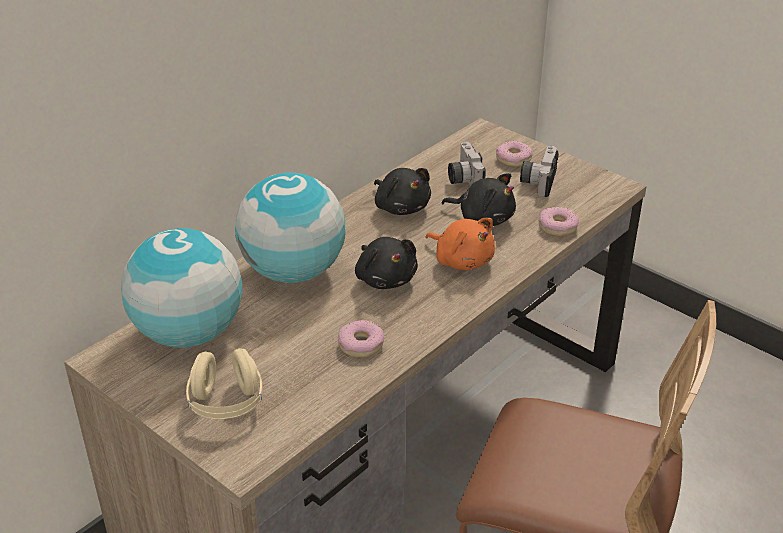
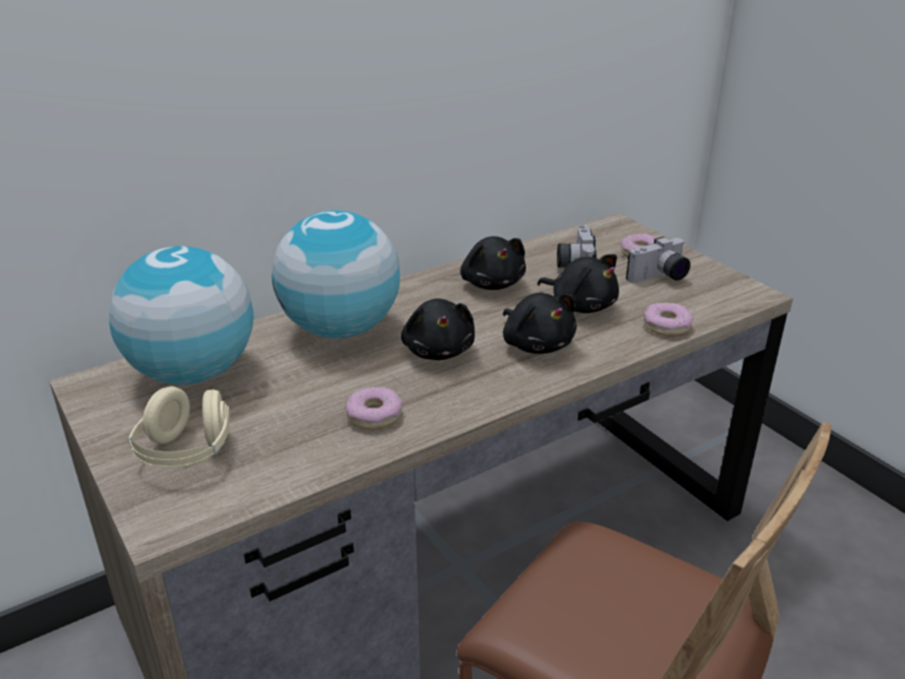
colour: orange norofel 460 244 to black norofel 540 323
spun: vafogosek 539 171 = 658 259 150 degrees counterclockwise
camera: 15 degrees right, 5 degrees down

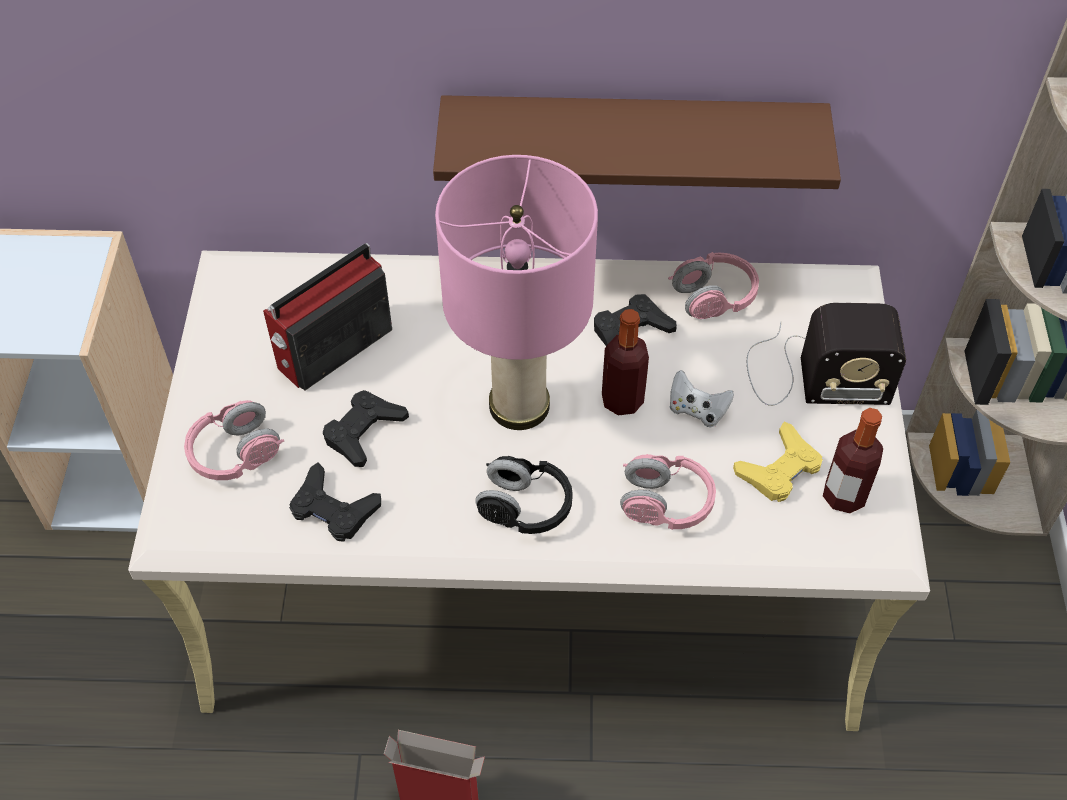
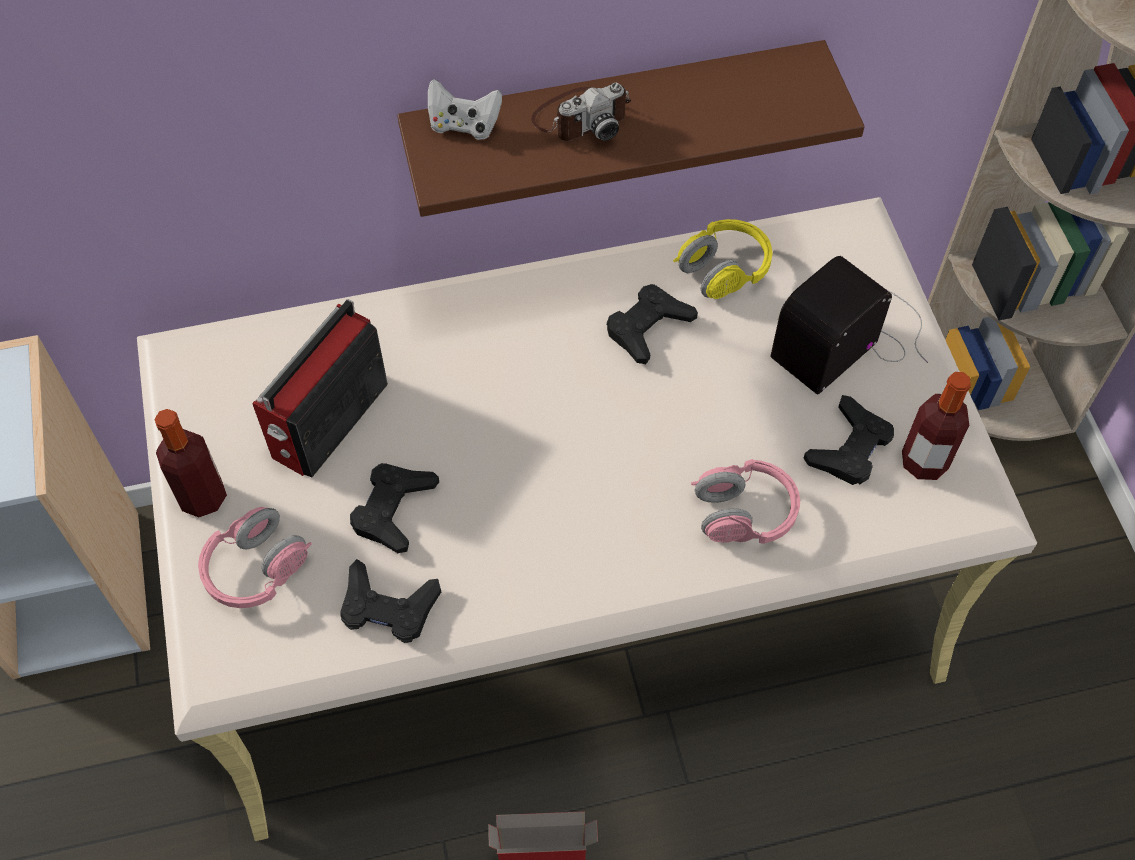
missing: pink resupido 516 292; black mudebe 524 495
appeared: vafogosek 581 112
relocated: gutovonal 625 362 to 191 463; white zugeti 702 398 to 465 109
colour: pink mudebe 713 285 to yellow mudebe 723 259; yellow zugeti 778 461 to black zugeti 849 440
spun: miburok 826 354 = 849 325 150 degrees clockwise
camera: 15 degrees left, 5 degrees up

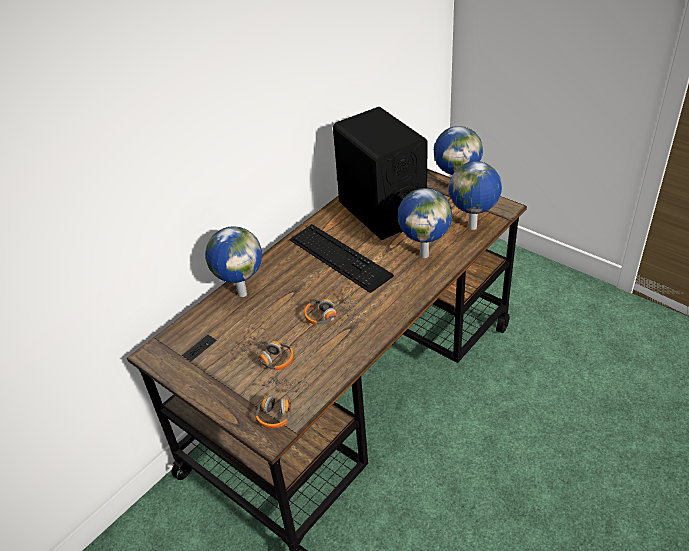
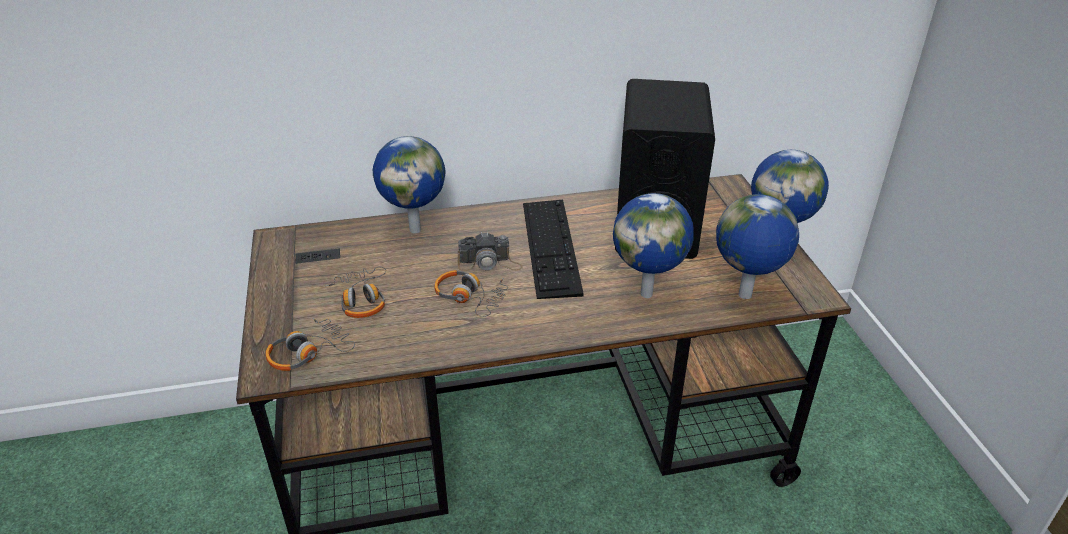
appeared: vafogosek 490 251
camera: 35 degrees right, 5 degrees down

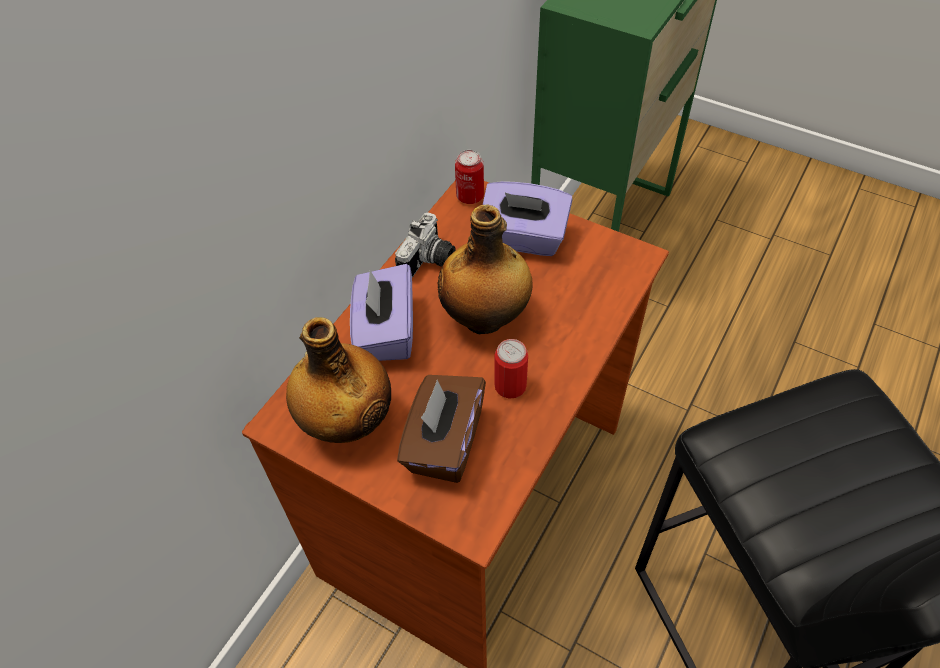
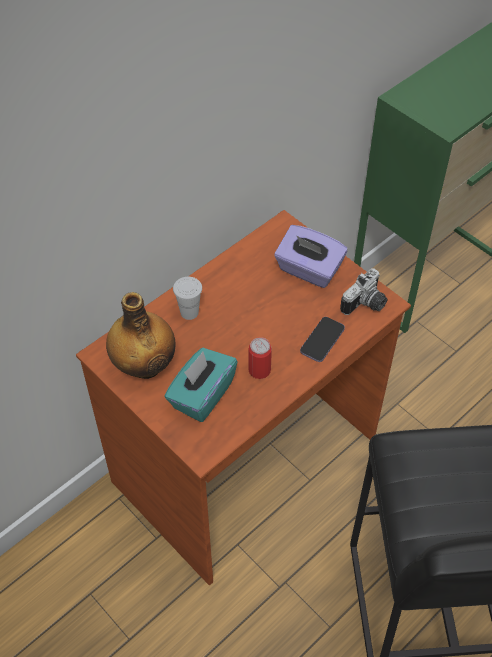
missing: gutovonal 484 270; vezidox 469 177
appeared: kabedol 322 339
relocated: vafogosek 425 245 to 363 292
exchanged: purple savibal 381 312 to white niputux 187 298
colour: brown savibal 441 429 to turquoise savibal 201 385
camera: 15 degrees right, 0 degrees up

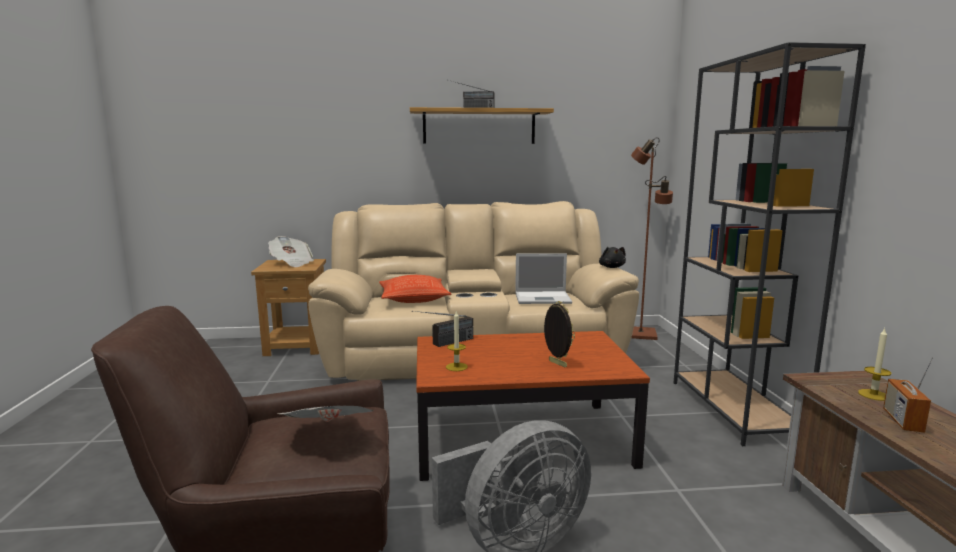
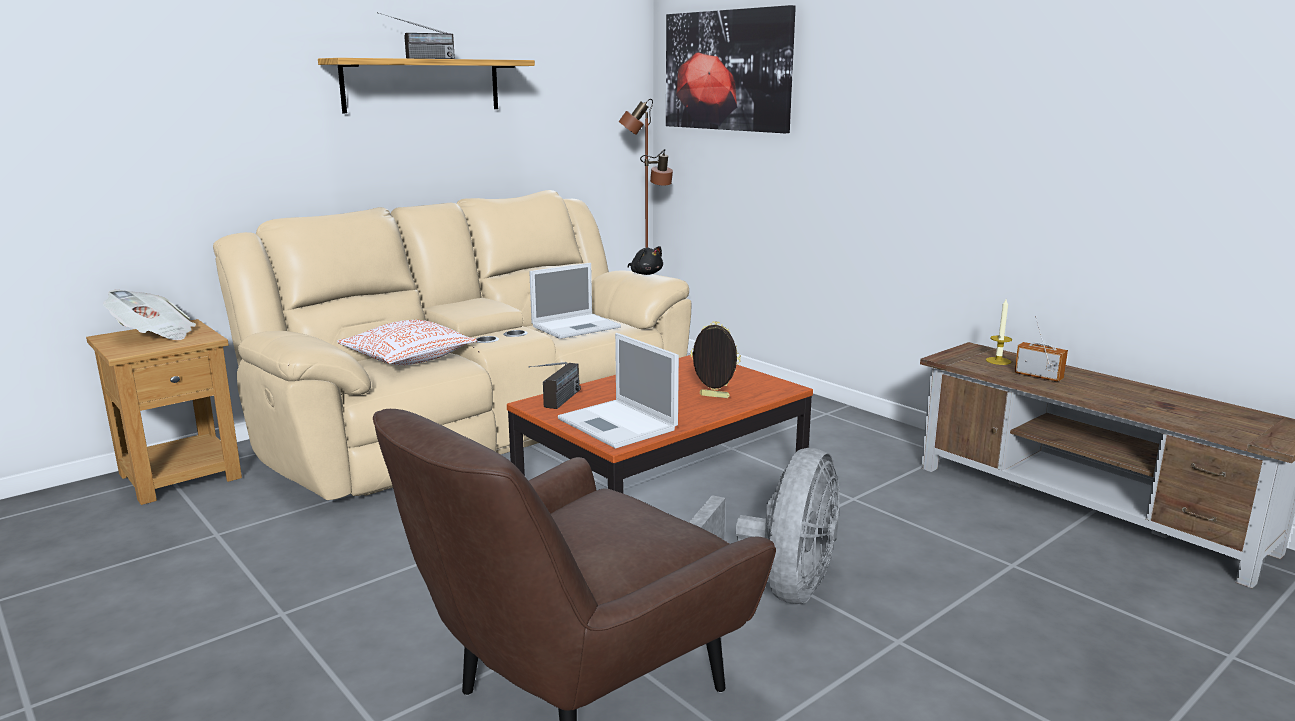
missing: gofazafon 325 414; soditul 770 244
appeared: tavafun 731 69
exchanged: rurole 457 341 to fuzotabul 618 391
colour: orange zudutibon 415 289 to white zudutibon 407 342
spun: miburok 908 395 = 1041 349 150 degrees clockwise
camera: 35 degrees left, 5 degrees up

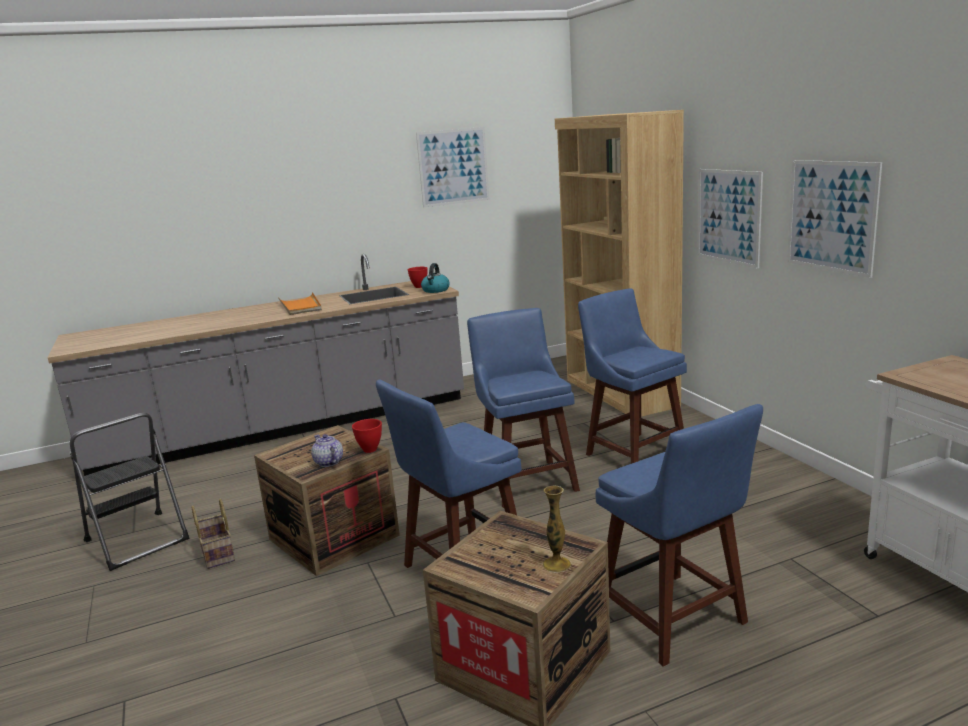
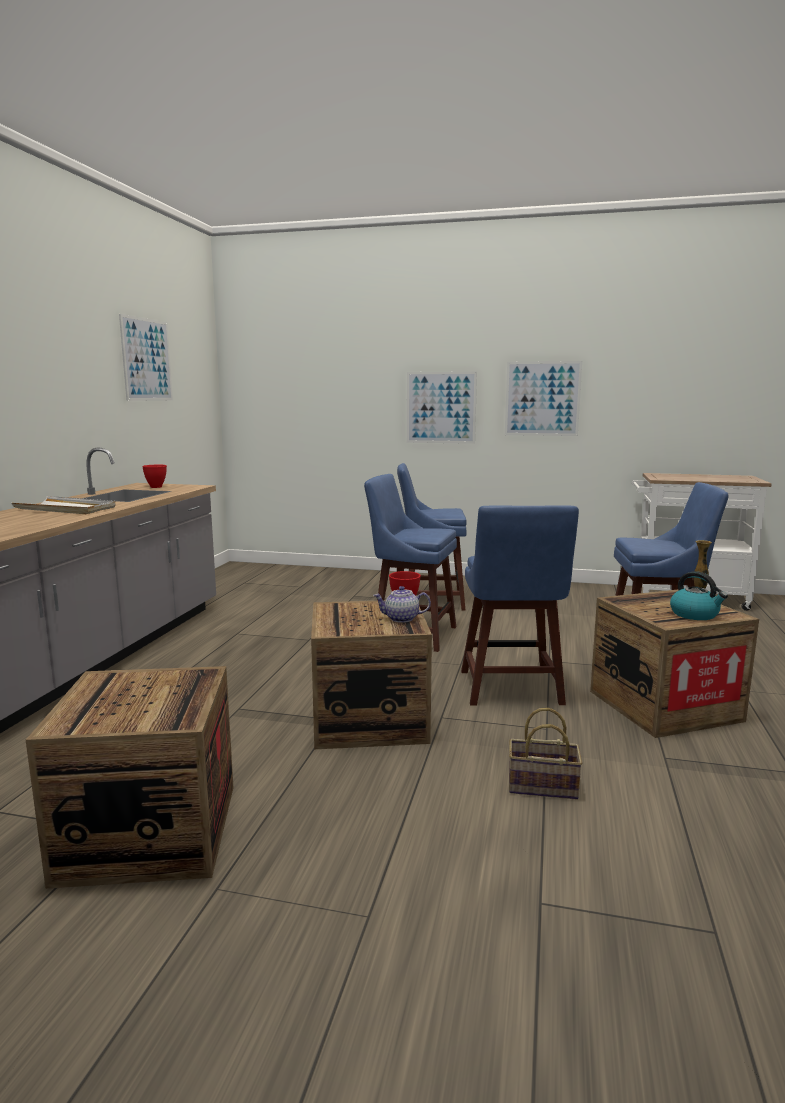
missing: brown soditul 619 263
relocated: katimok 213 533 to 545 754; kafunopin 435 278 to 699 595
exchanged: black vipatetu 129 492 to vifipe 130 777
colour: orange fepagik 300 303 to white fepagik 63 505
camera: 55 degrees left, 5 degrees down

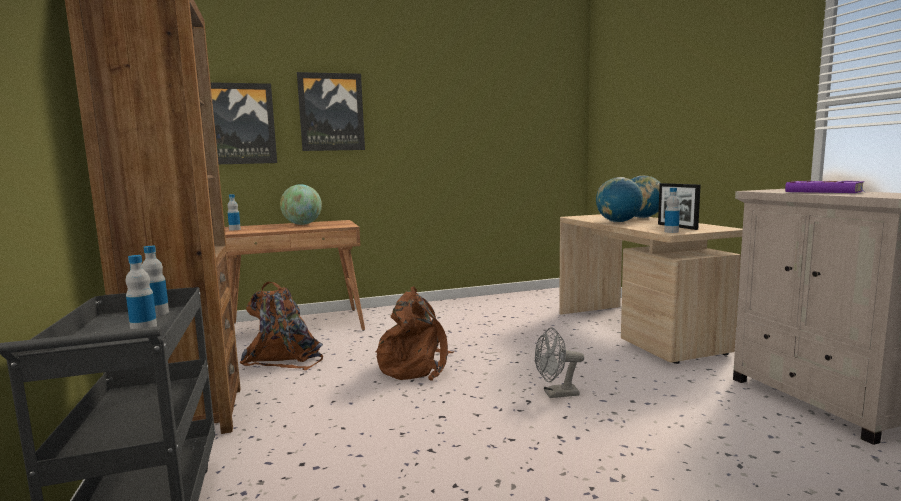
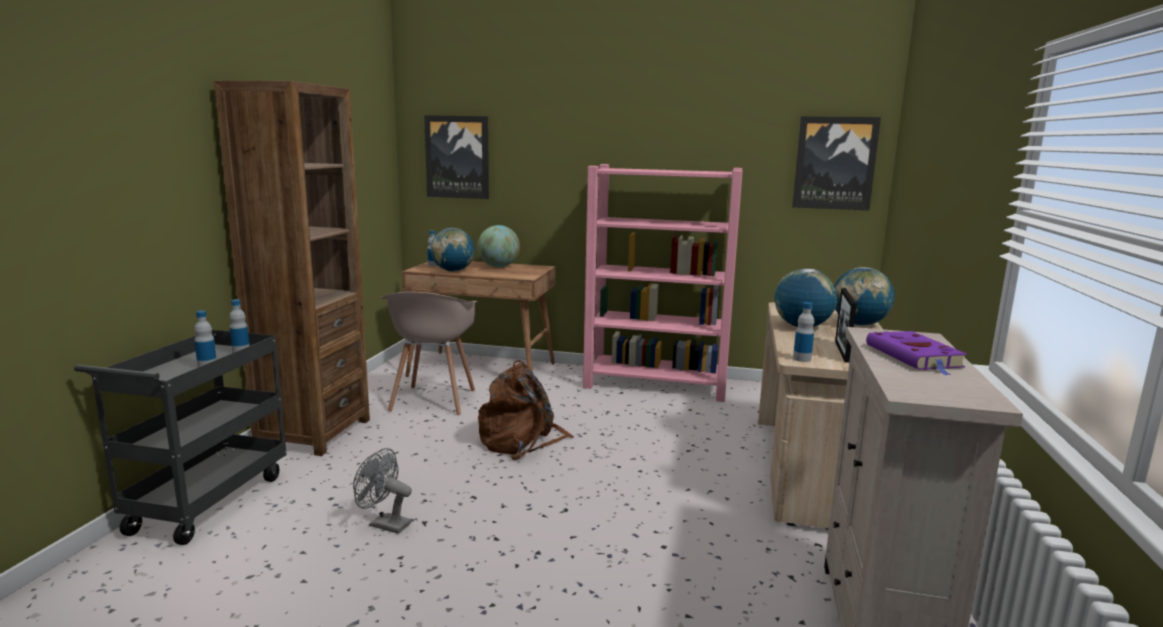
appeared: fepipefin 453 250; pink soditul 663 283
relocated: tavafun 331 111 to 836 163; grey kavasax 559 362 to 382 491
exchanged: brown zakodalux 281 326 to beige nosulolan 429 353
camera: 30 degrees right, 5 degrees up

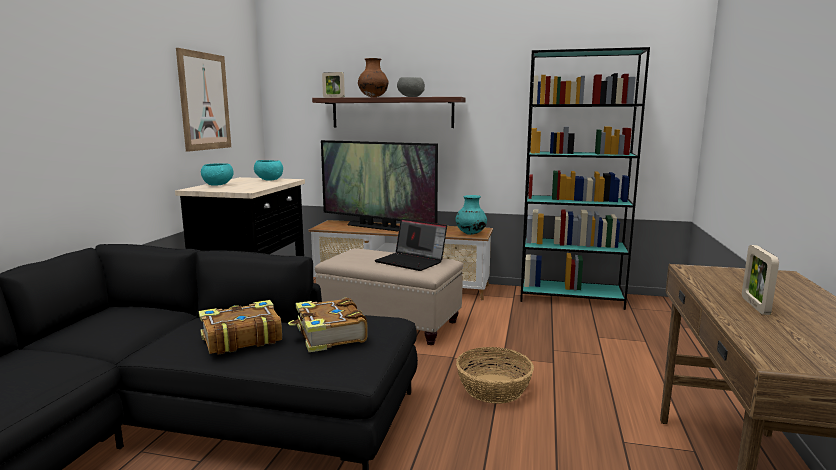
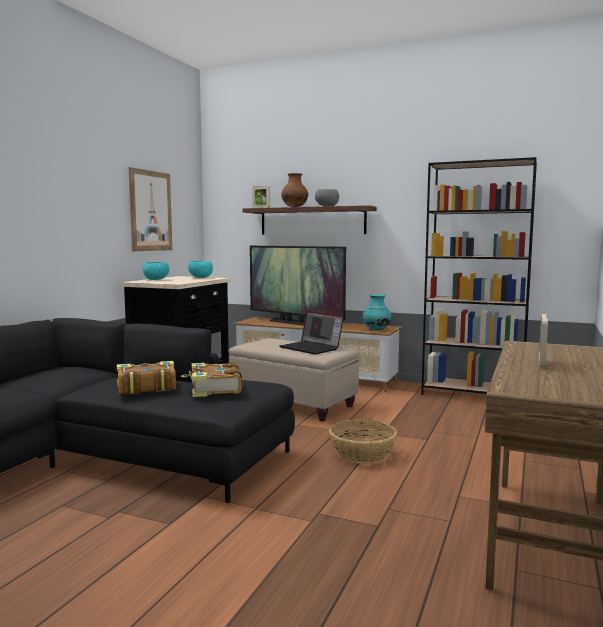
colour: turquoise soditul 585 178 to beige soditul 479 276
camera: 10 degrees right, 5 degrees down

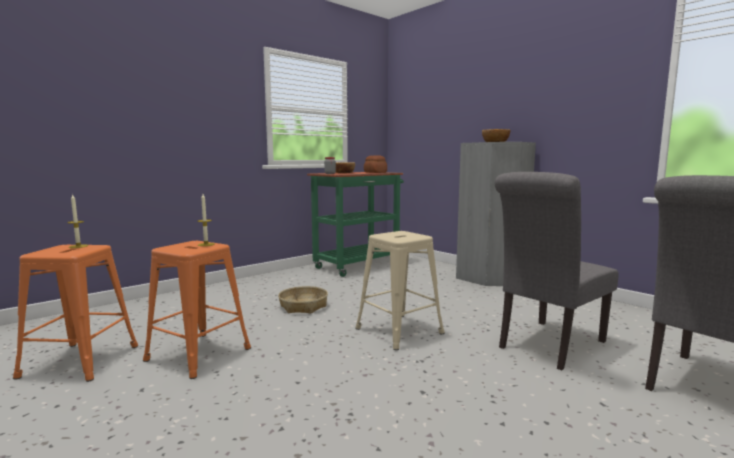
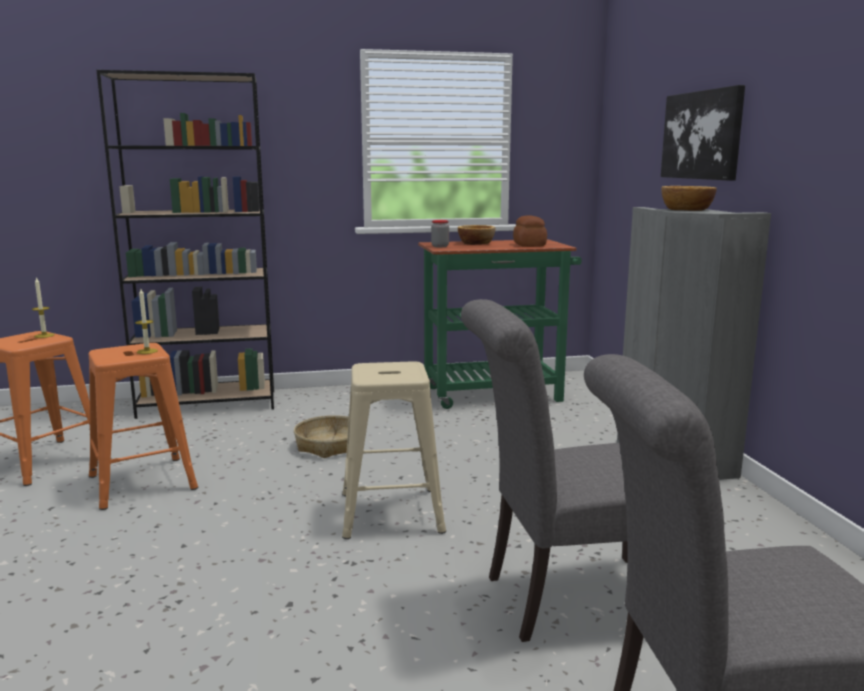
appeared: beige soditul 185 244; tavafun 703 133
camera: 30 degrees right, 5 degrees up

